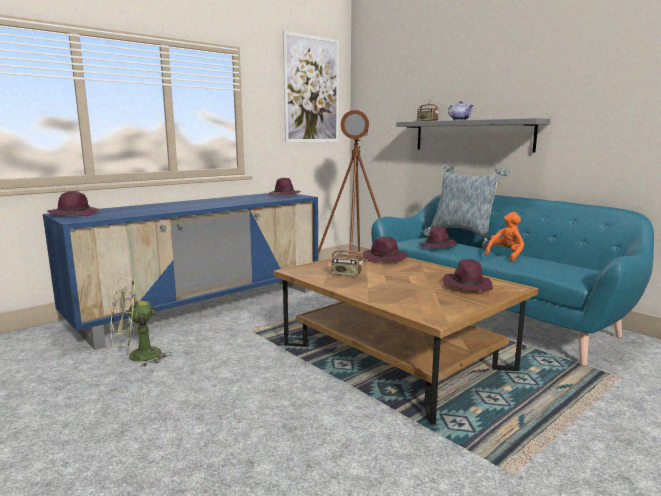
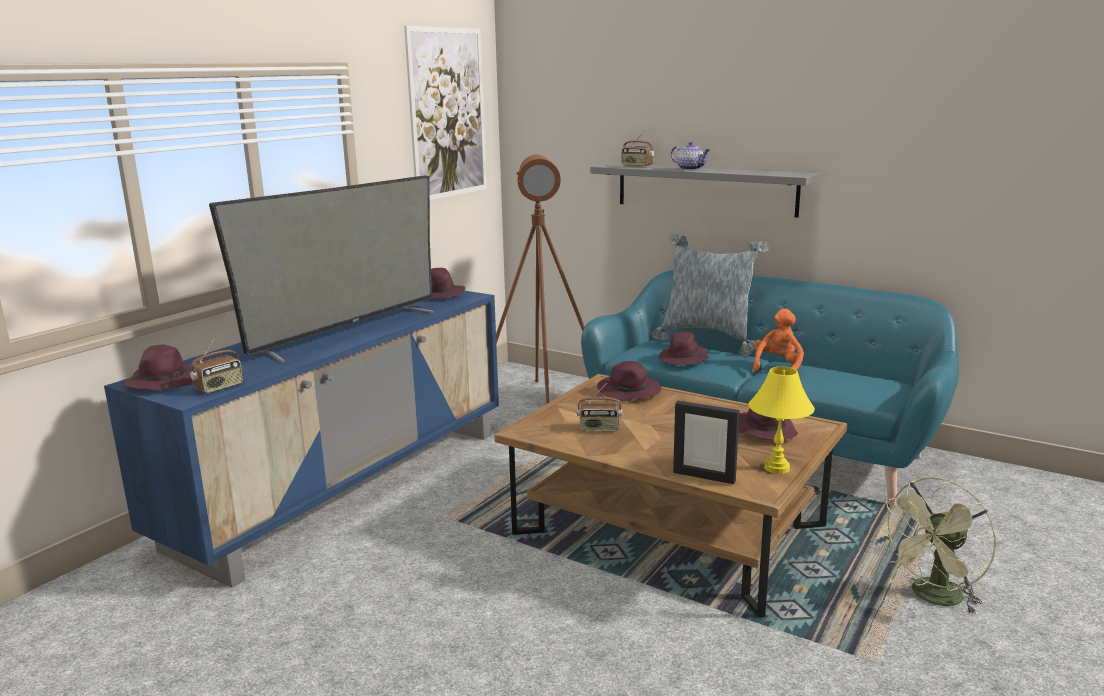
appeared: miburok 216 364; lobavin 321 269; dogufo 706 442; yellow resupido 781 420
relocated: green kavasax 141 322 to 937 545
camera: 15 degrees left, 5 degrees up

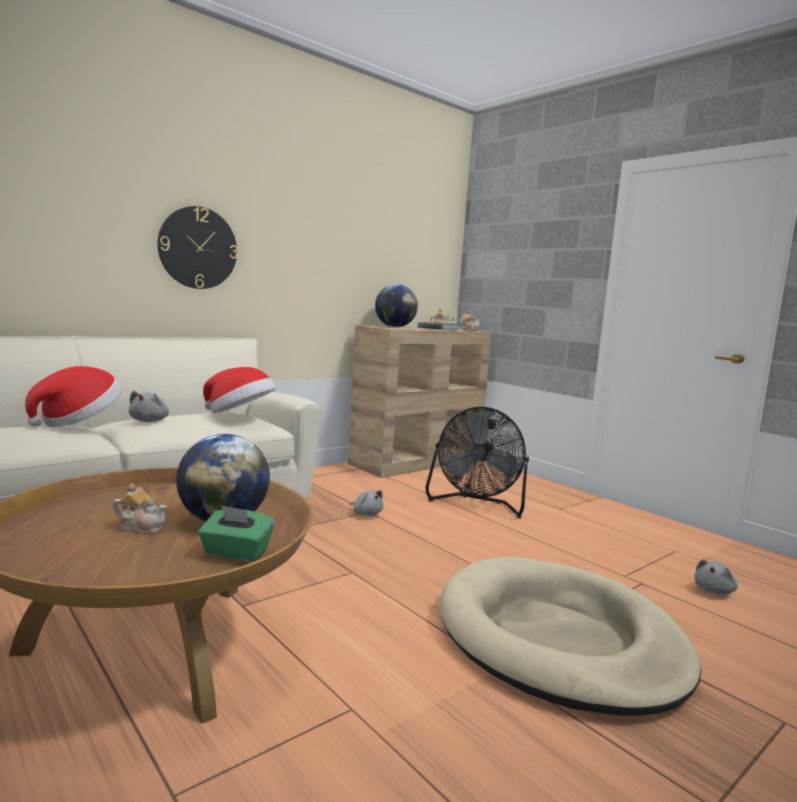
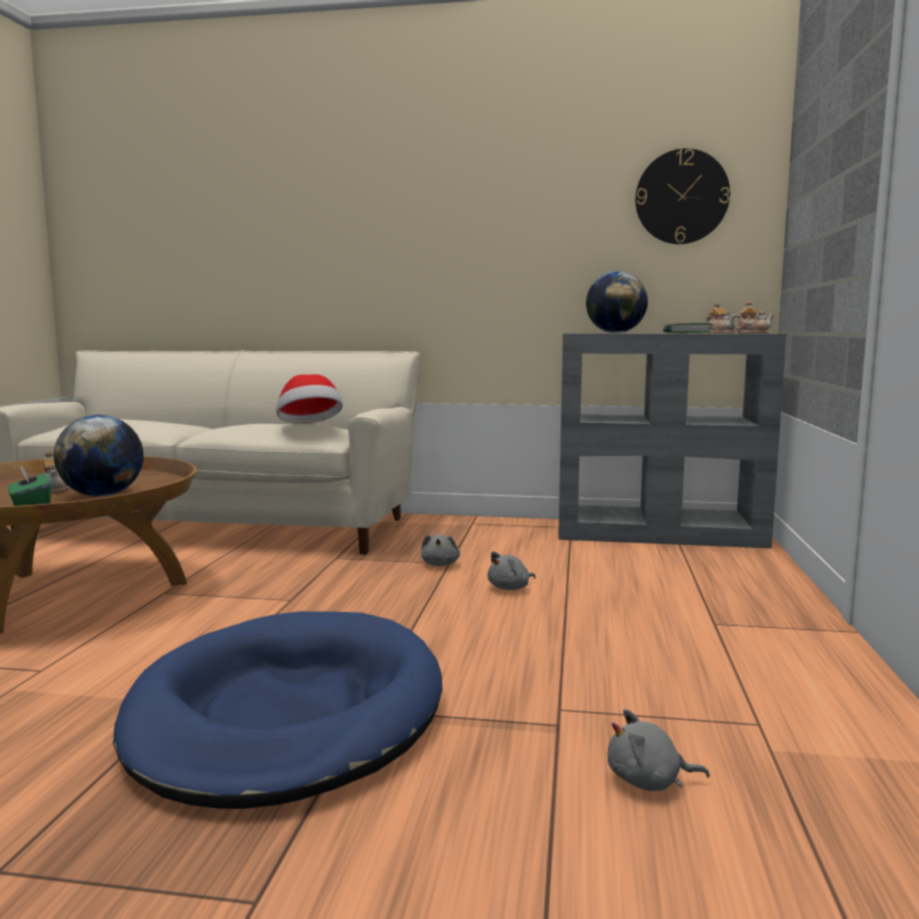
missing: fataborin 73 396; black kavasax 477 463
relocated: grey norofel 149 406 to 511 570; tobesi 197 247 to 682 196
colour: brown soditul 420 401 to grey soditul 672 440; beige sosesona 571 636 to blue sosesona 277 710
camera: 50 degrees right, 0 degrees up

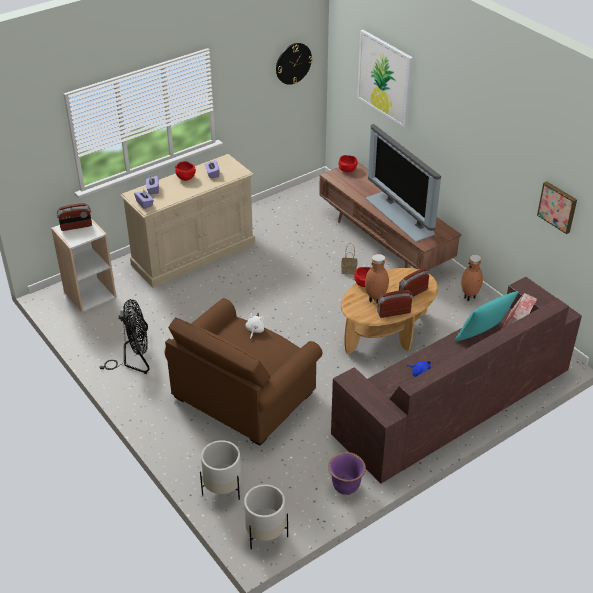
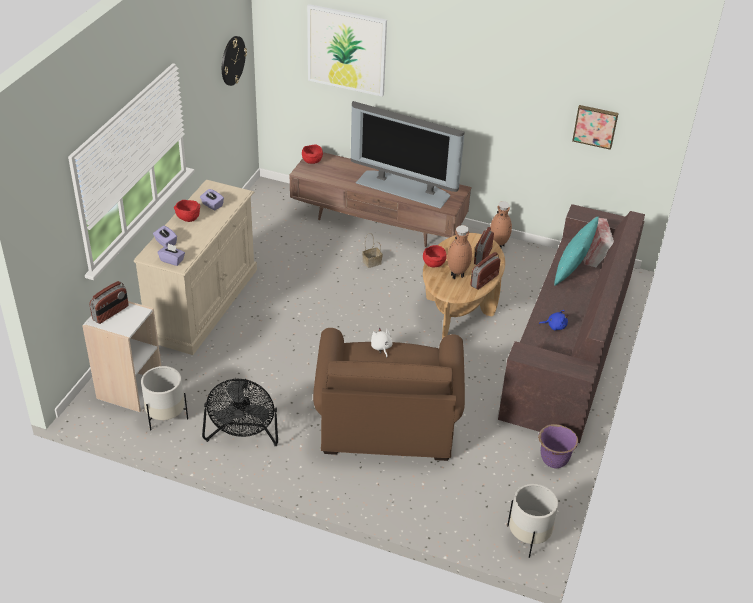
relocated: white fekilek 221 470 to 164 398
spun: black kavasax 124 336 = 240 412 135 degrees clockwise
camera: 35 degrees left, 0 degrees up

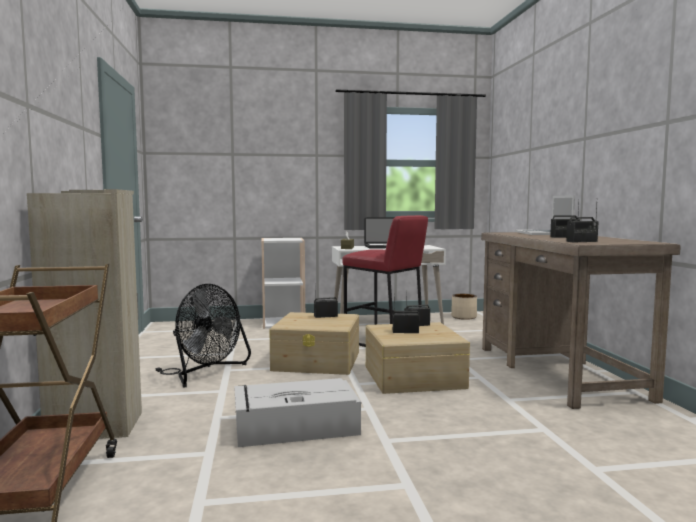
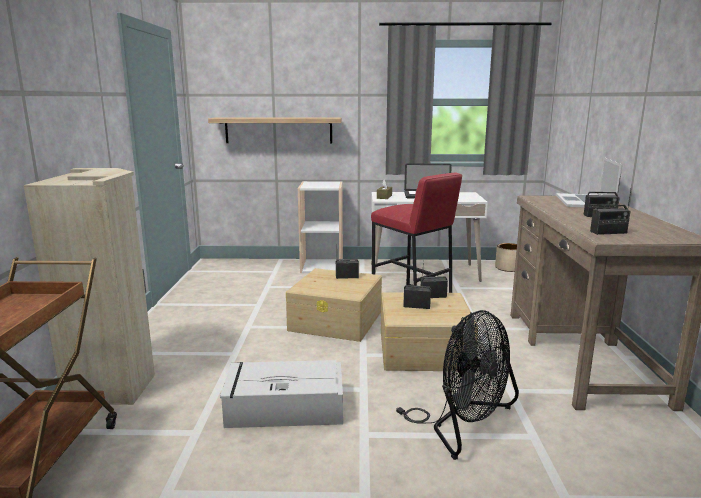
appeared: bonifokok 275 130
relocated: black kavasax 203 336 to 457 385
camera: 10 degrees right, 10 degrees up

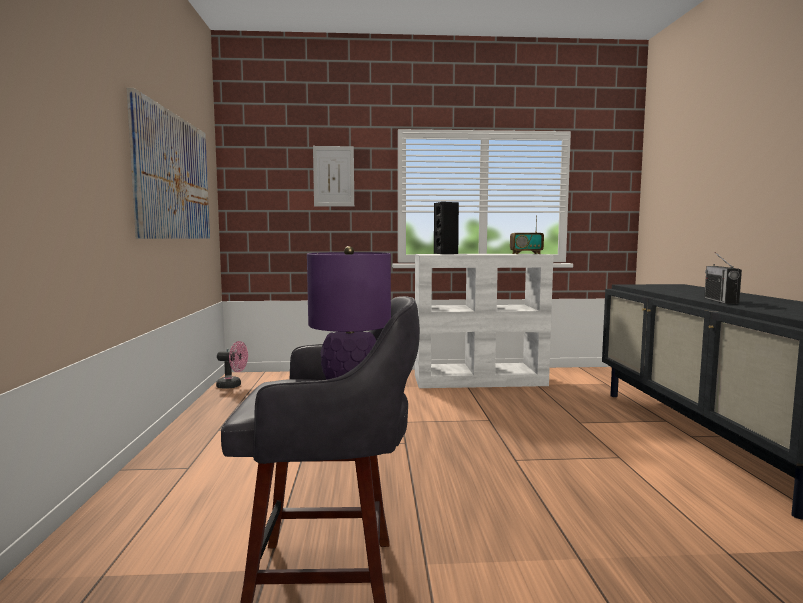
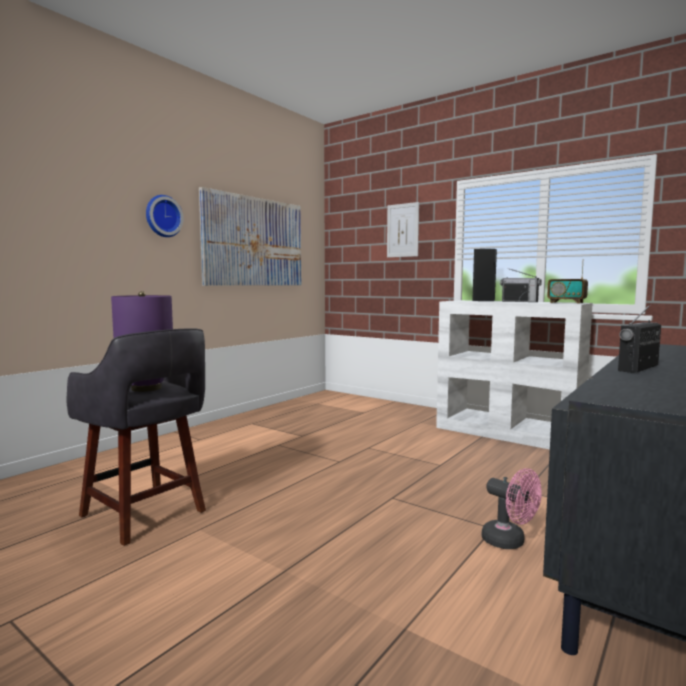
appeared: tobesi 165 216; miburok 521 285
relocated: pink kavasax 232 365 to 511 508
camera: 40 degrees right, 0 degrees up

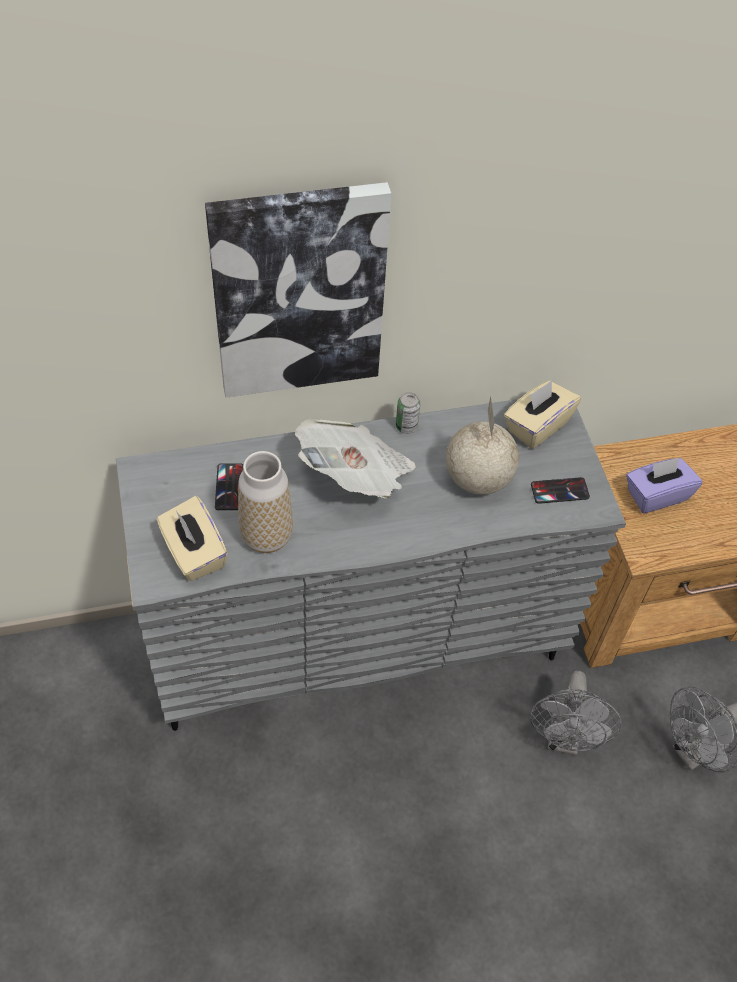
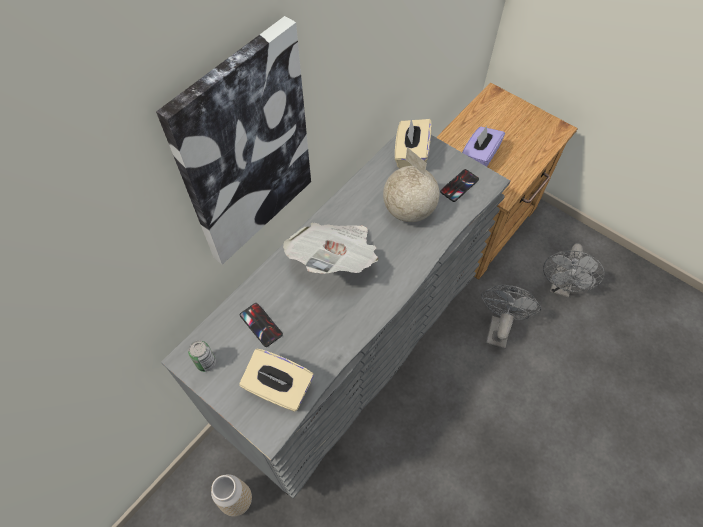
relocated: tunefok 265 502 to 231 495; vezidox 408 413 to 202 356
spun: grey kavasax 576 713 = 511 317 135 degrees counterclockwise
camera: 35 degrees left, 5 degrees up

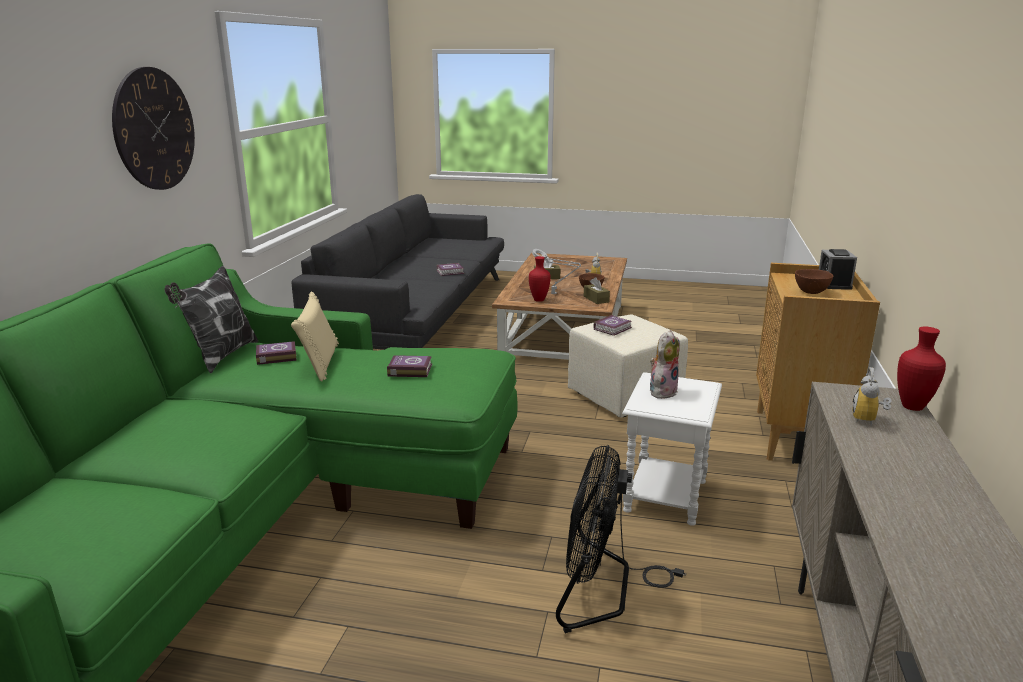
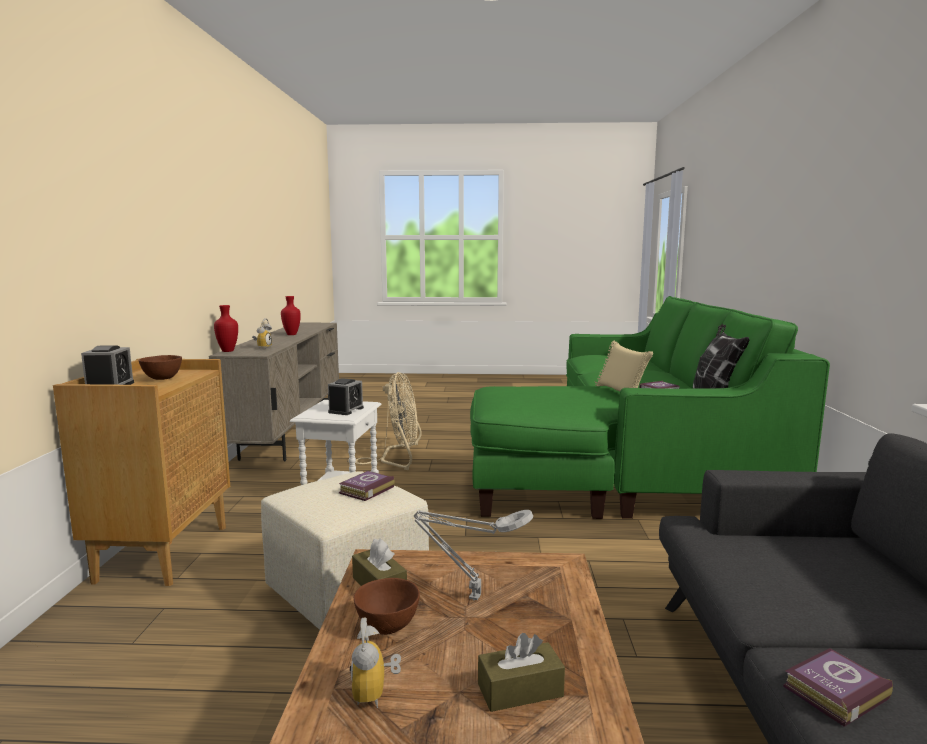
missing: tobesi 153 128; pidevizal 409 366
relocated: red tunefok 540 279 to 291 315
exchanged: norofel 665 364 to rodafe 346 396
colour: black kavasax 621 539 to beige kavasax 385 421
camera: 170 degrees right, 10 degrees down

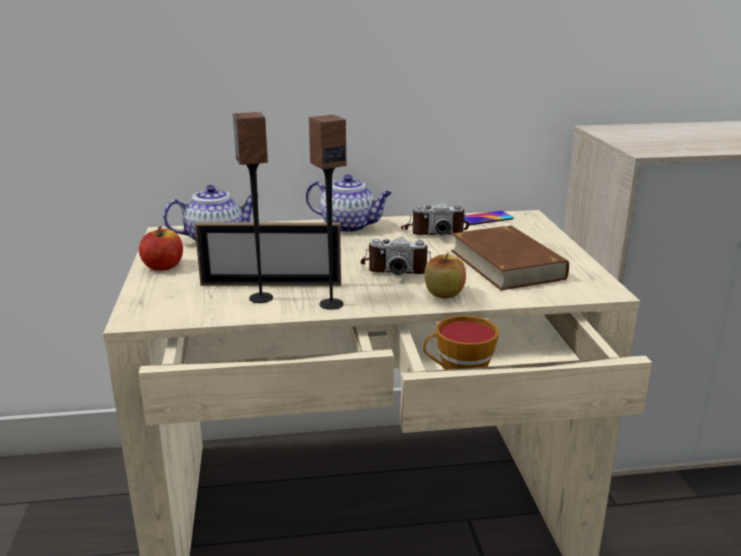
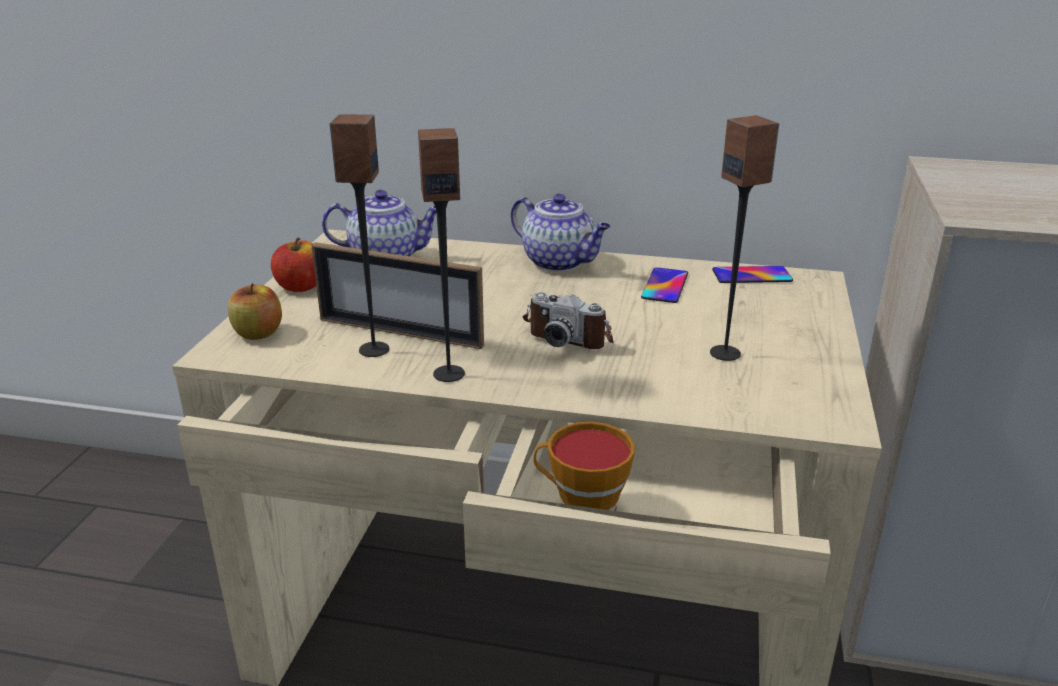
relocated: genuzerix 445 275 to 255 311
exchanged: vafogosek 435 219 to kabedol 664 285; brown pidevizal 510 257 to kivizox 744 238
camera: 20 degrees right, 5 degrees up

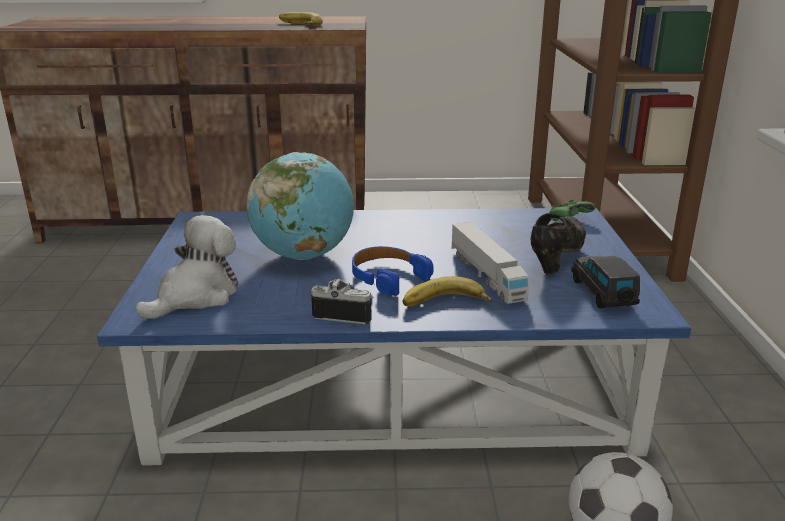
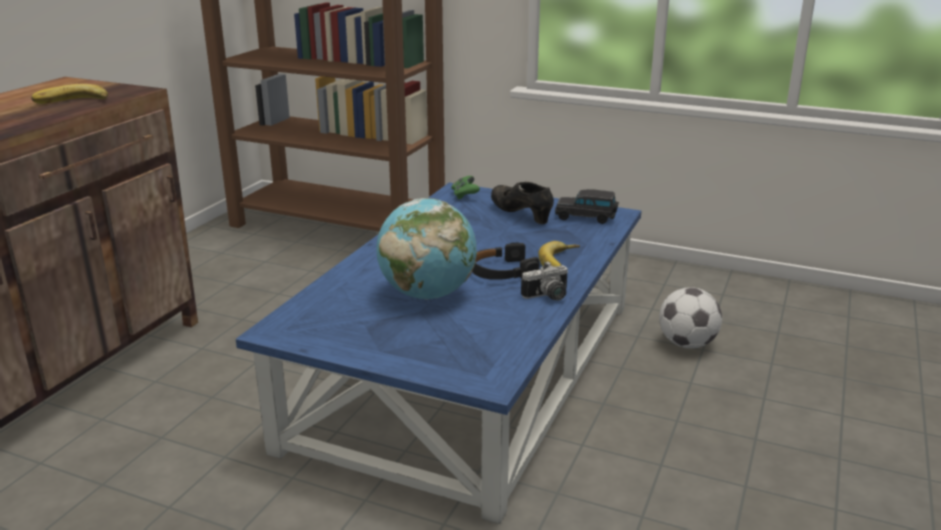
missing: norofel 187 267; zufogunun 490 263
colour: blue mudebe 393 271 to black mudebe 505 261
spun: vafogosek 341 301 = 544 280 150 degrees counterclockwise
camera: 65 degrees left, 0 degrees up

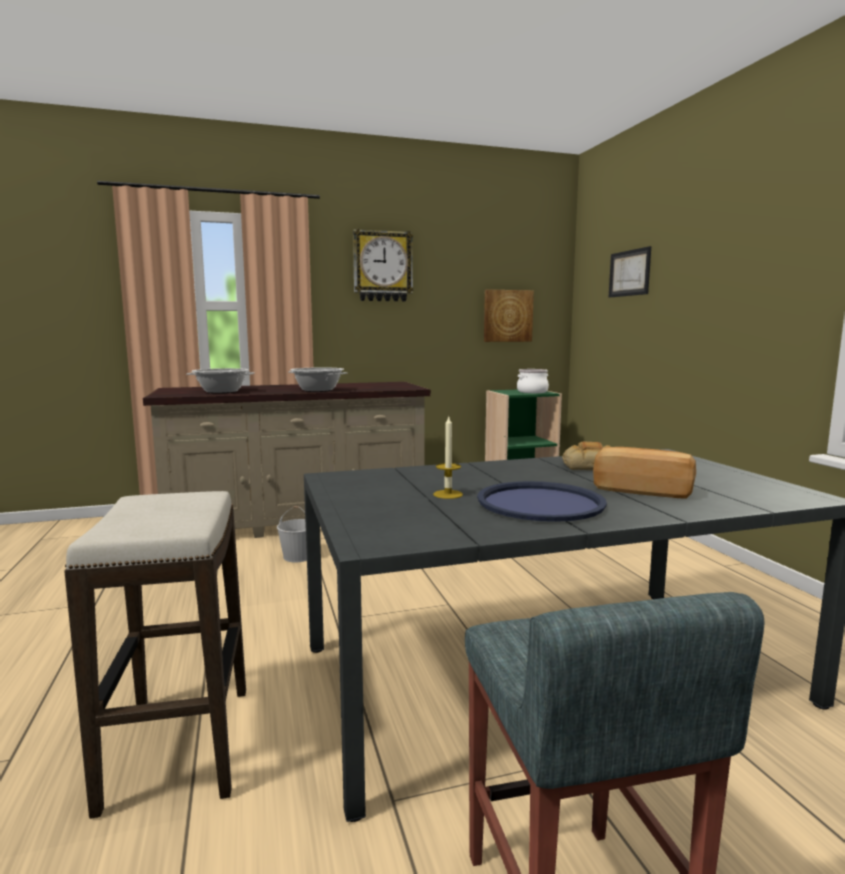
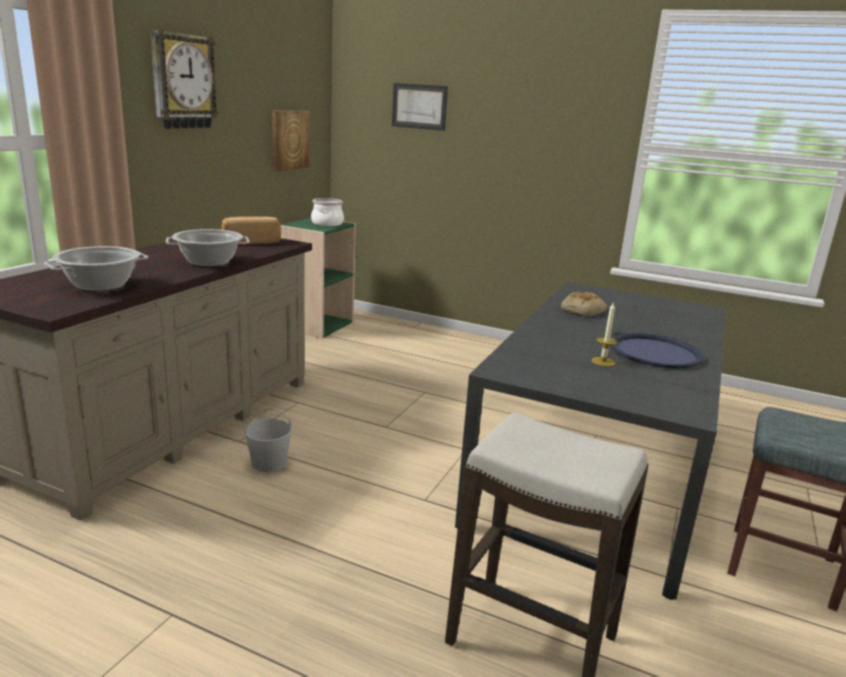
relocated: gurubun 644 473 to 251 230
camera: 50 degrees left, 10 degrees up

